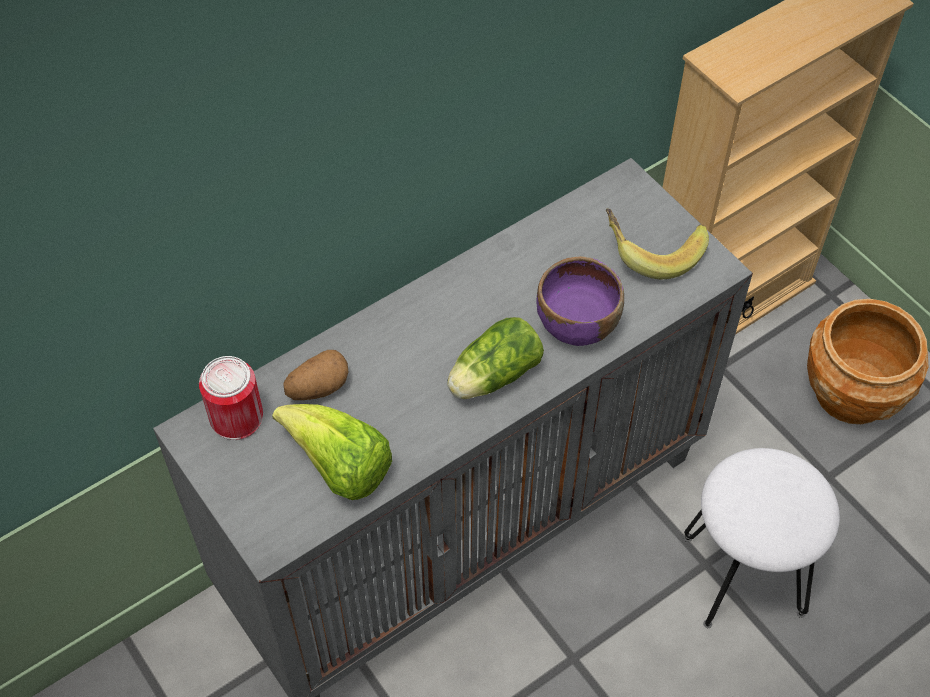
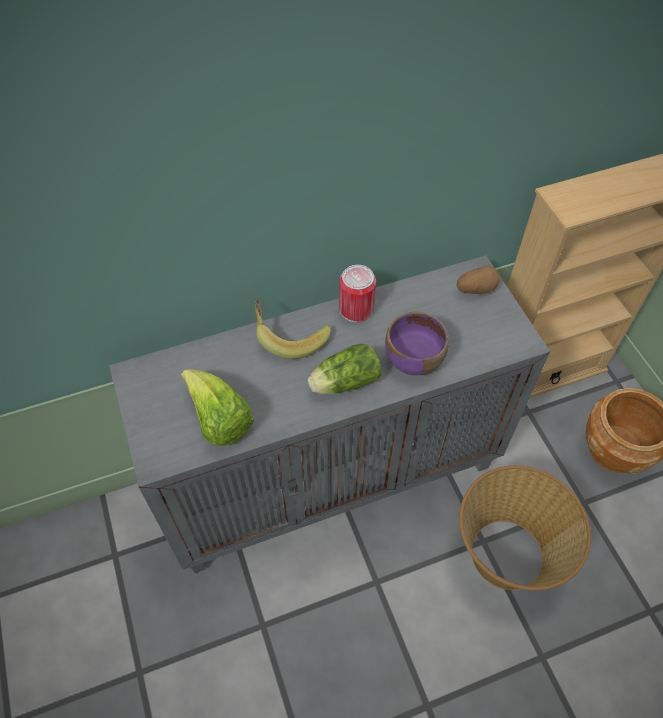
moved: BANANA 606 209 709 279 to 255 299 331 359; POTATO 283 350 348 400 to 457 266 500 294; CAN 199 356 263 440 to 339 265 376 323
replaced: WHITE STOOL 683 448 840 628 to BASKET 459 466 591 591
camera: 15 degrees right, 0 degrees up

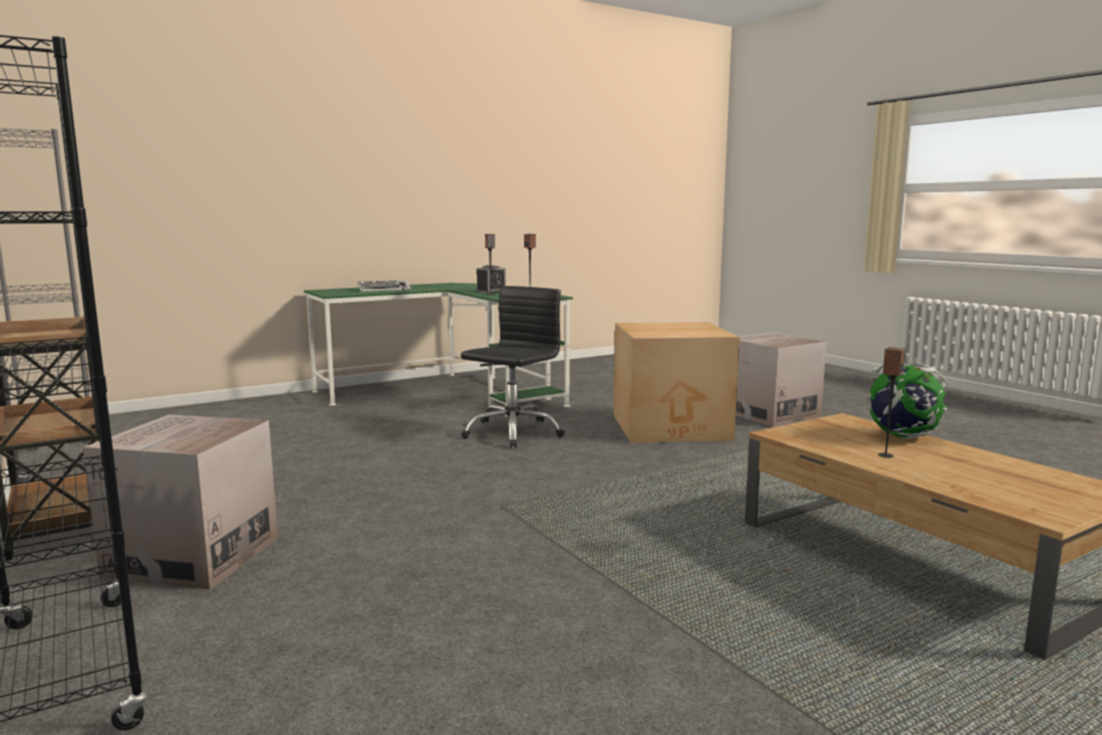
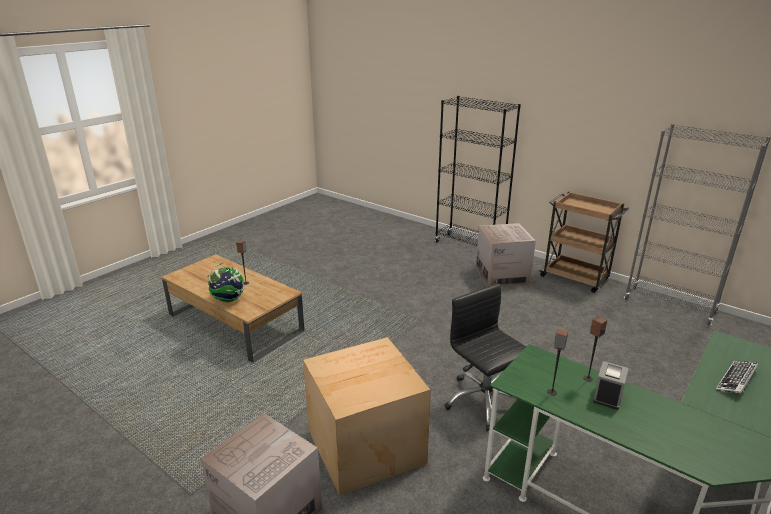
turned: BLACK OFFICE CHAIR 461 286 565 448 = 444 283 526 431 135 degrees clockwise
camera: 160 degrees right, 15 degrees up

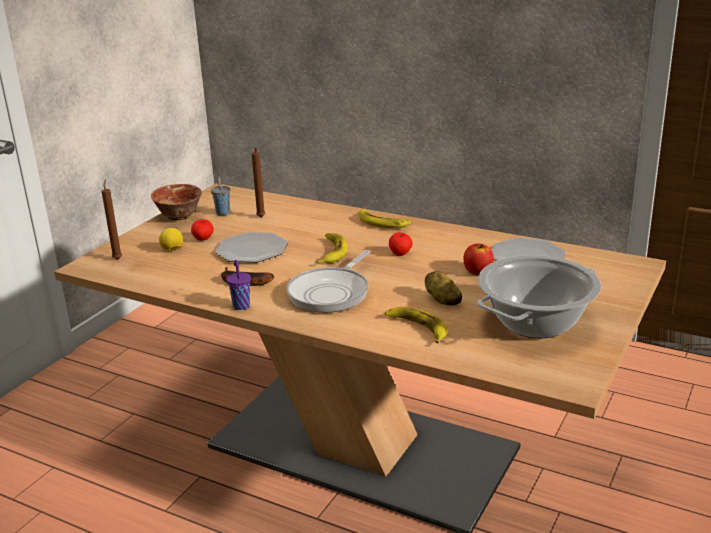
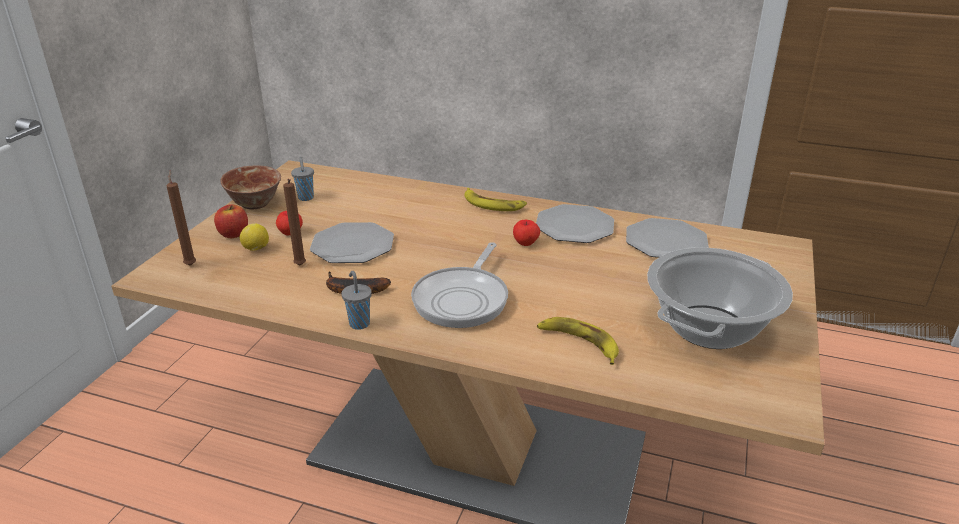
removed: BANANA 317 233 348 263; POTATO 425 271 462 305
added: PLATE 536 204 614 243
moved: BROWN CANDLE 252 148 266 217 to 283 179 306 266; APPLE 463 243 494 275 to 214 204 248 238
recoloured: PURPLE CUP 226 260 251 310 to GREY CUP 341 271 372 330
camera: 10 degrees left, 5 degrees up

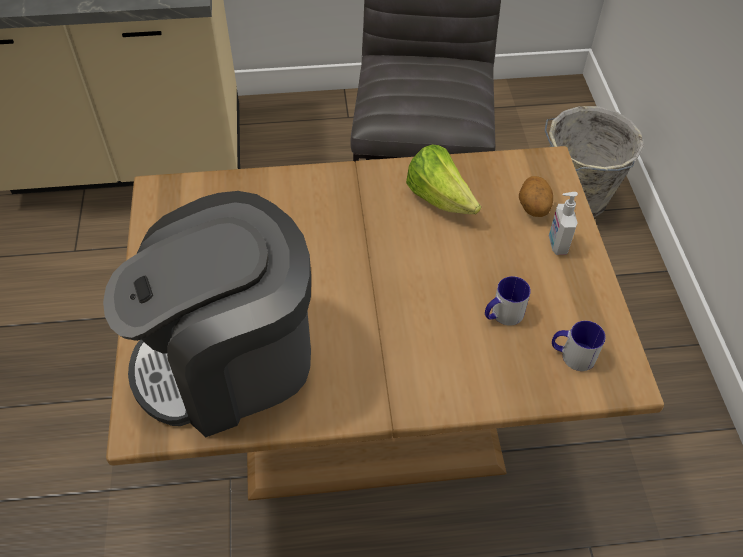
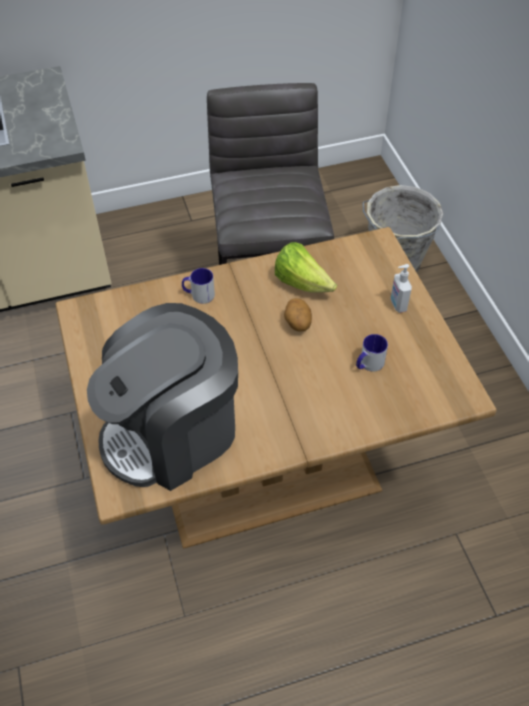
moved: POTATO 519 176 553 217 to 284 298 312 332; MUG 552 321 606 371 to 182 268 215 304
camera: 10 degrees left, 0 degrees up

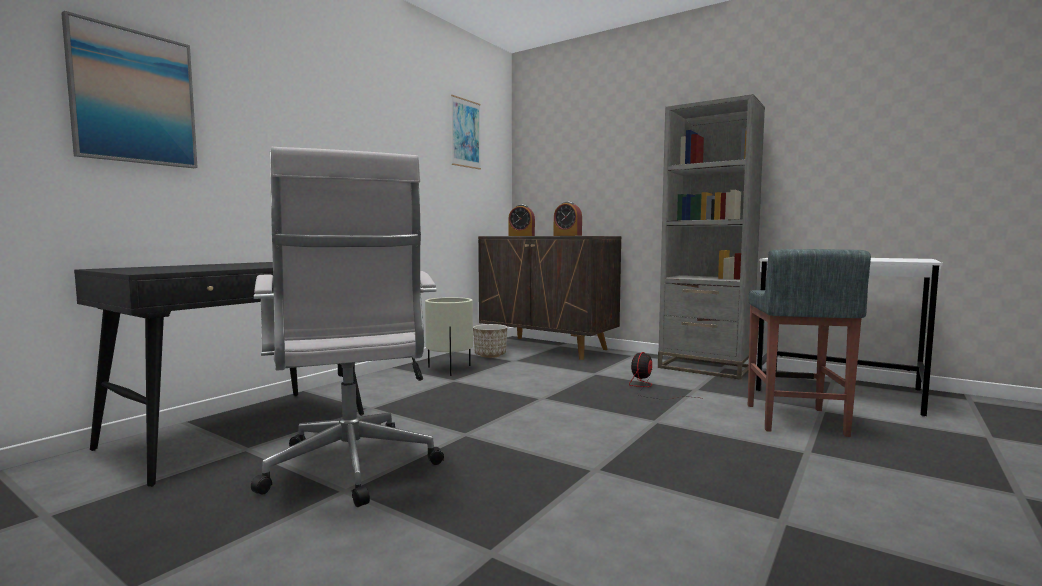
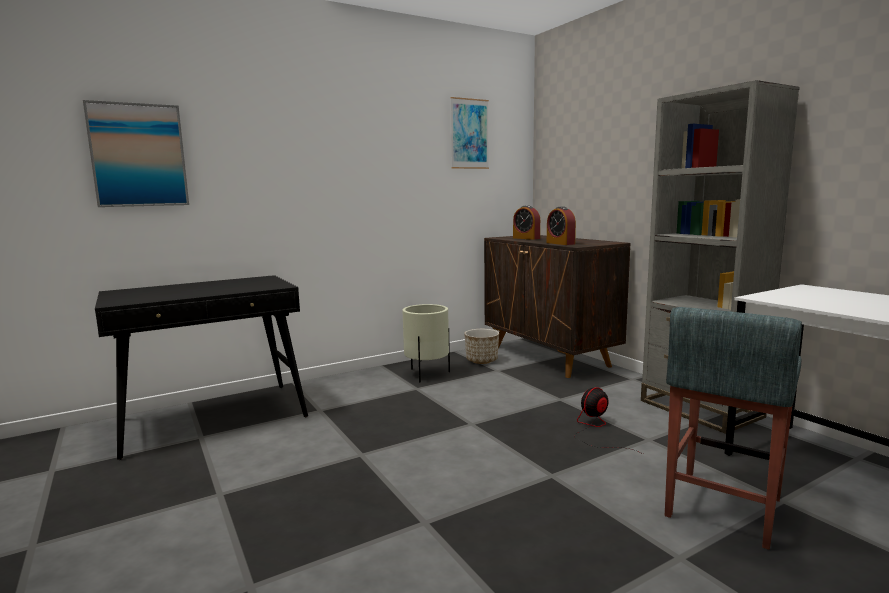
removed: WHITE OFFICE CHAIR 251 147 444 507
camera: 25 degrees right, 5 degrees up

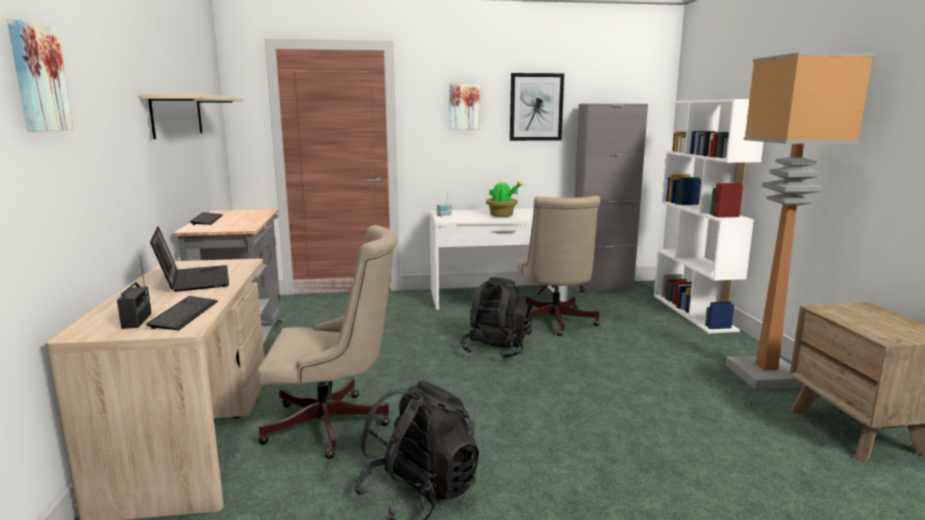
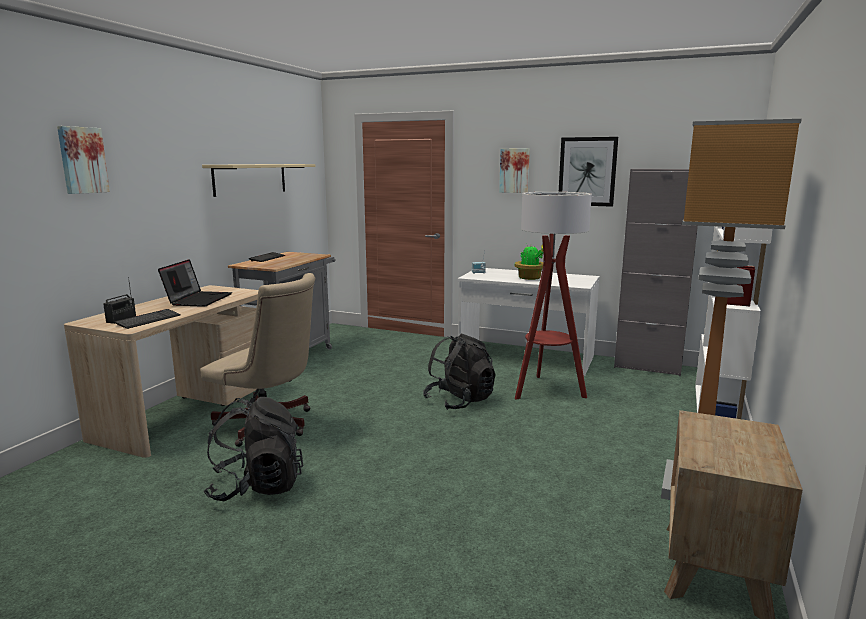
replaced: BEIGE OFFICE CHAIR 517 196 600 336 to FLOOR LAMP 515 192 592 400
camera: 30 degrees right, 0 degrees up

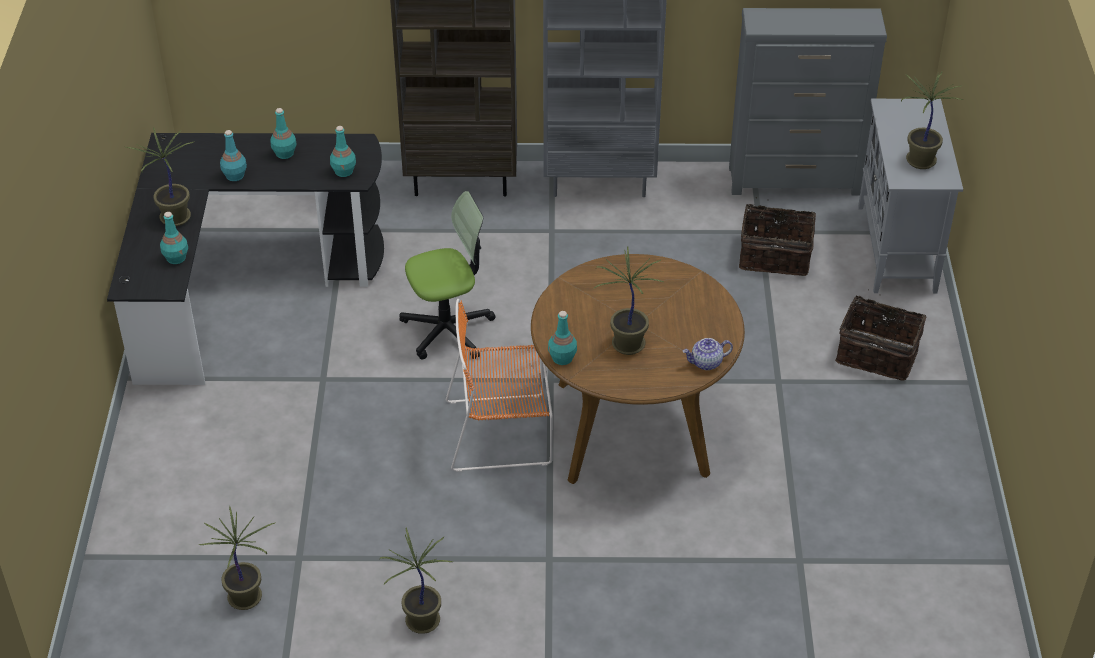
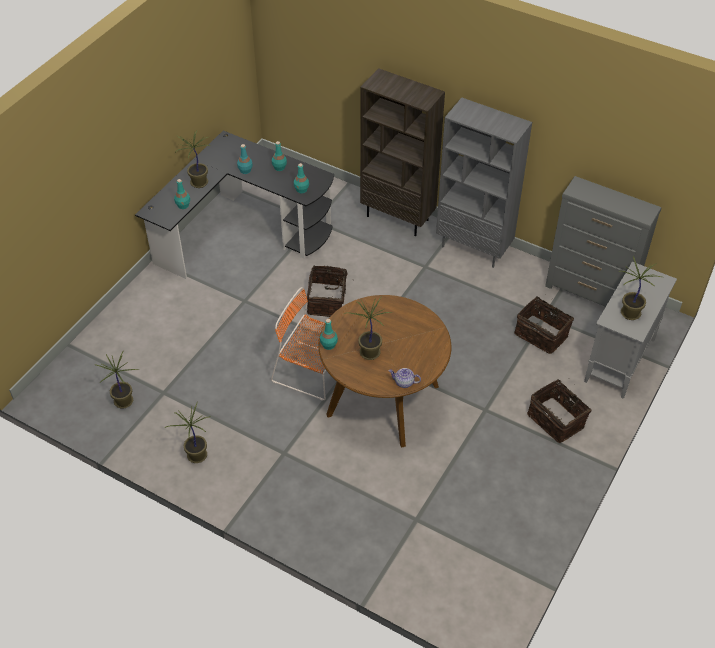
replaced: OFFICE CHAIR 399 191 496 359 to BASKET 307 266 356 317
camera: 30 degrees right, 5 degrees up

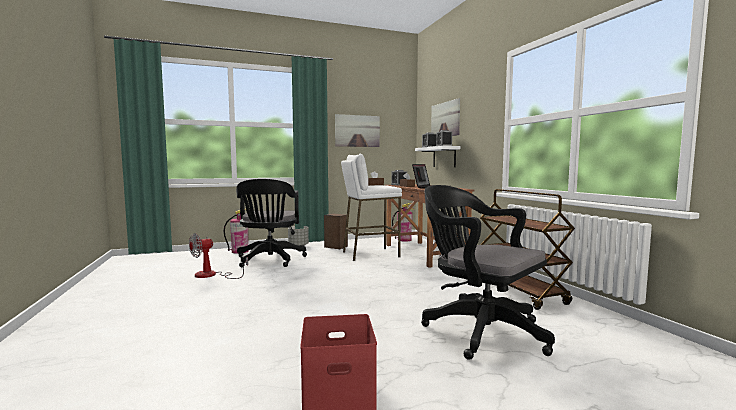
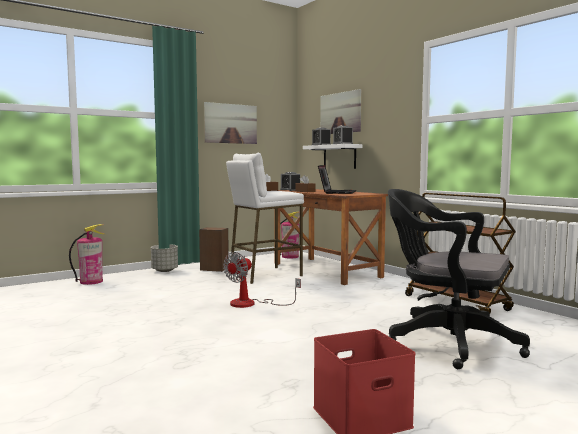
removed: BLACK OFFICE CHAIR 236 179 307 267
moved: FAN 189 233 248 279 to 223 252 301 308
camera: 15 degrees left, 0 degrees up

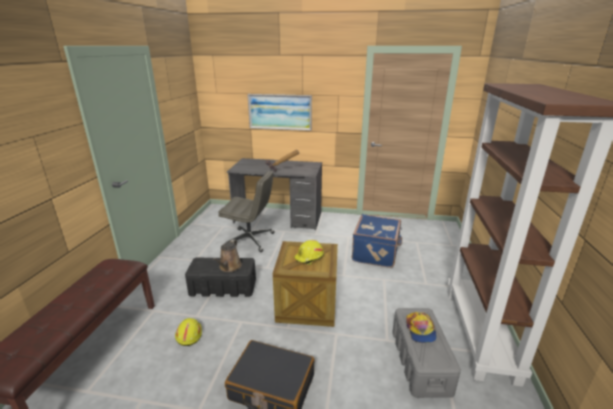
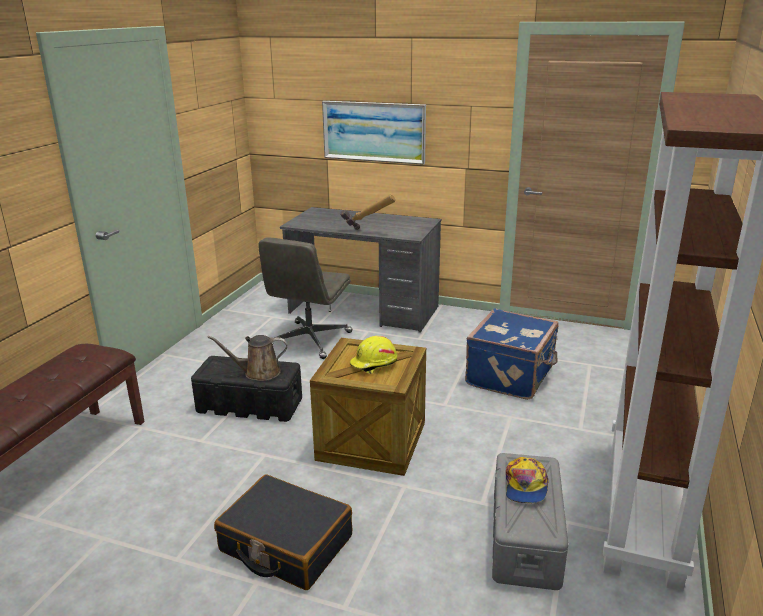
removed: YELLOW HARD HAT 175 318 202 346
turned: GREY OFFICE CHAIR 218 171 274 252 = 258 238 352 359 90 degrees clockwise; BROWN WATERING CAN 213 239 242 272 = 207 335 287 381 60 degrees clockwise
camera: 10 degrees right, 0 degrees up

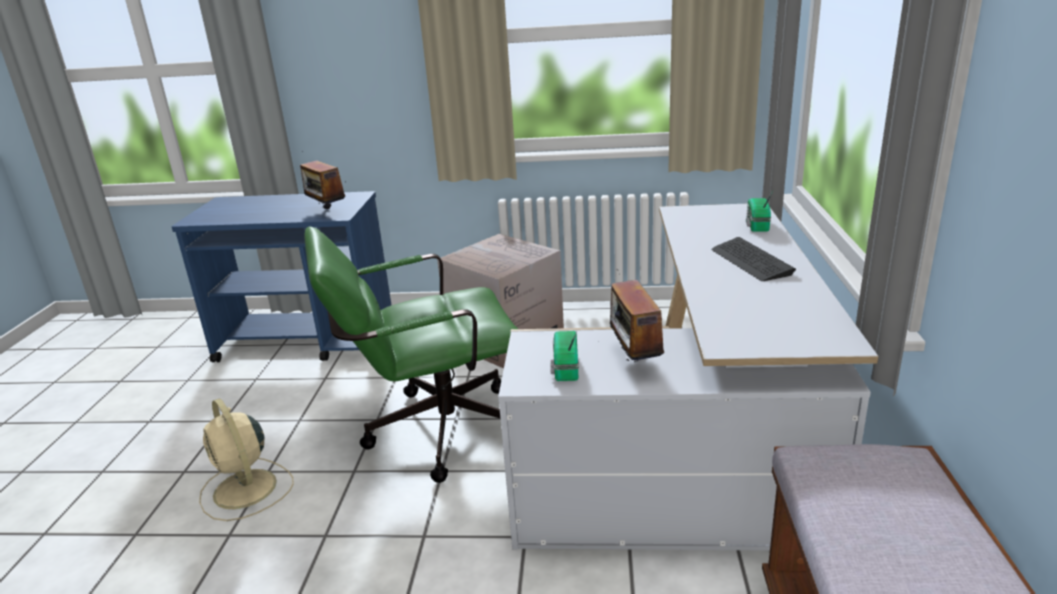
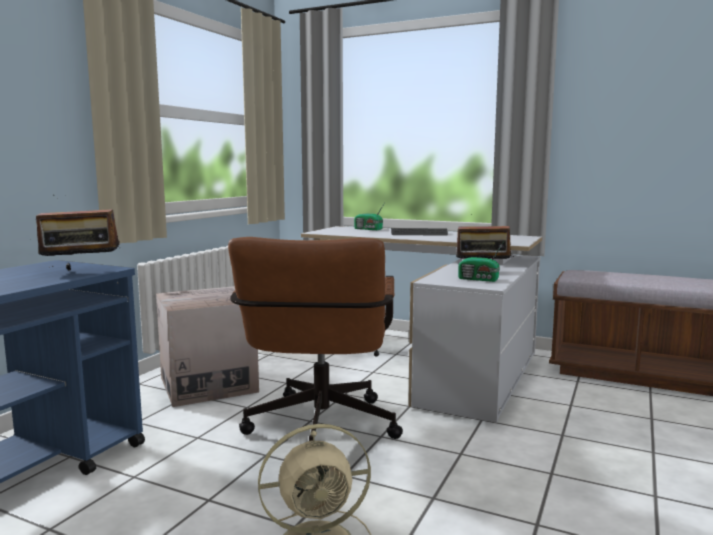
recoloured: GREEN OFFICE CHAIR 304 227 518 483 to BROWN OFFICE CHAIR 228 237 403 441
camera: 70 degrees left, 15 degrees down

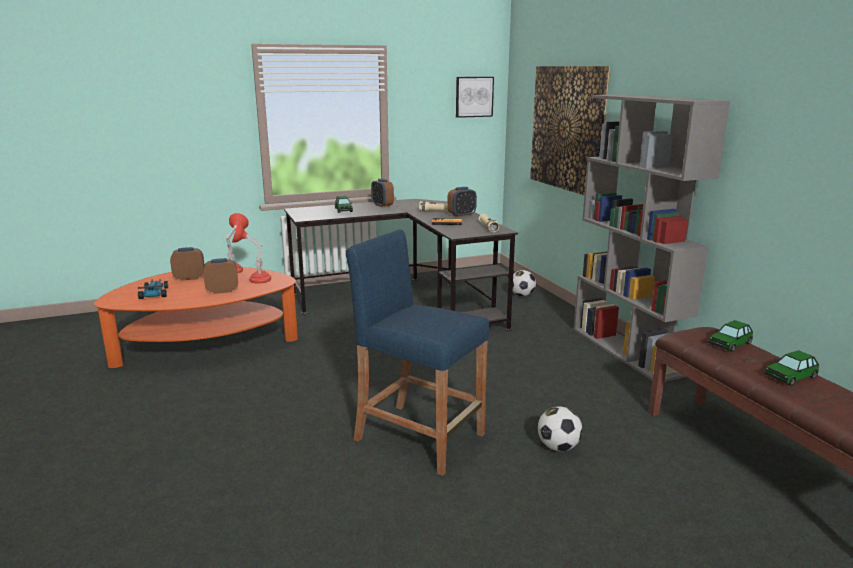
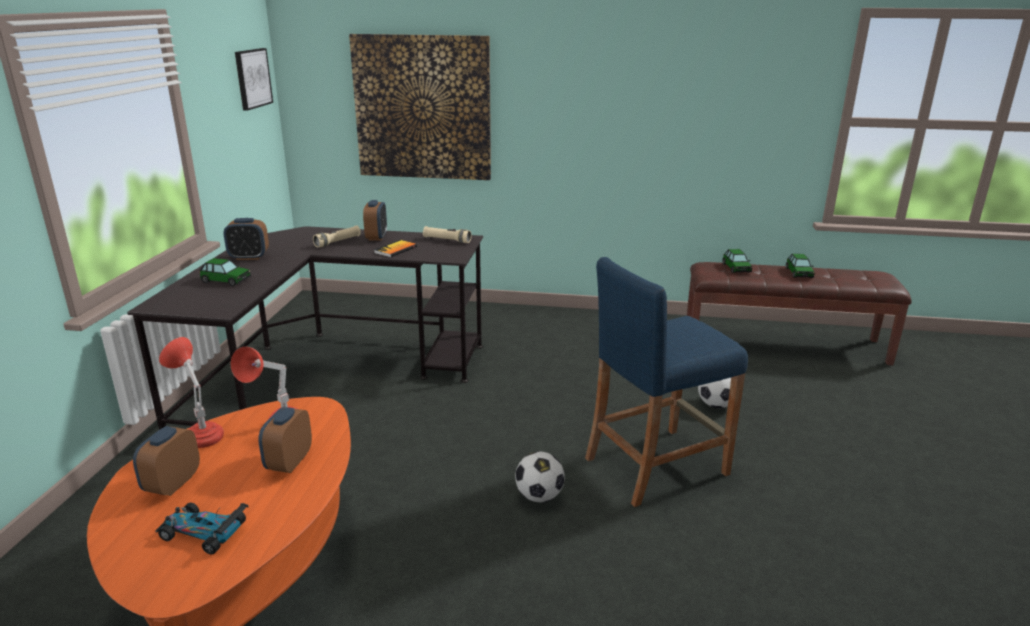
removed: GREY BOOKCASE 573 94 730 382
moved: FOOTBALL 513 270 536 296 to 515 451 565 503
camera: 60 degrees left, 5 degrees up

